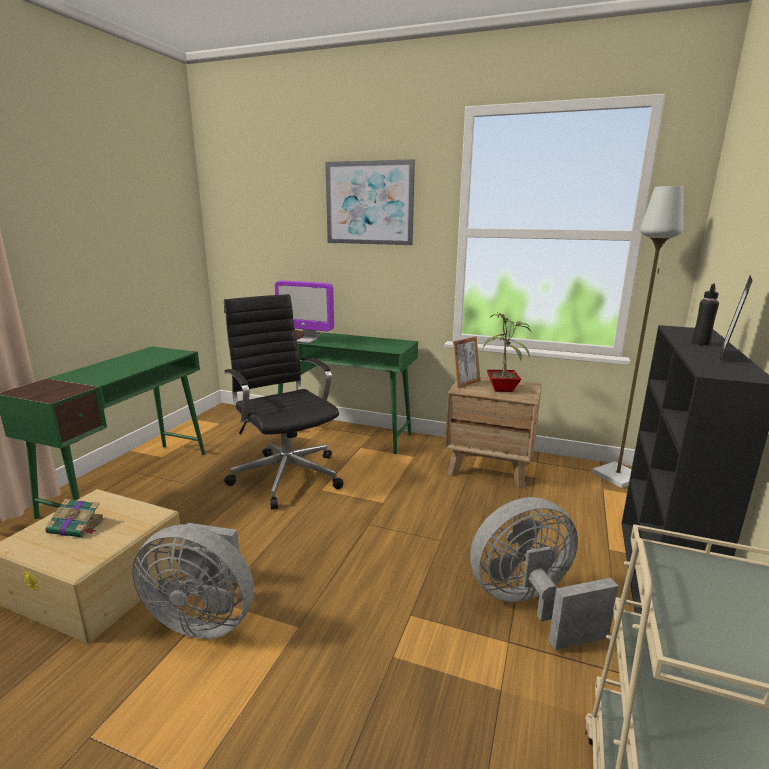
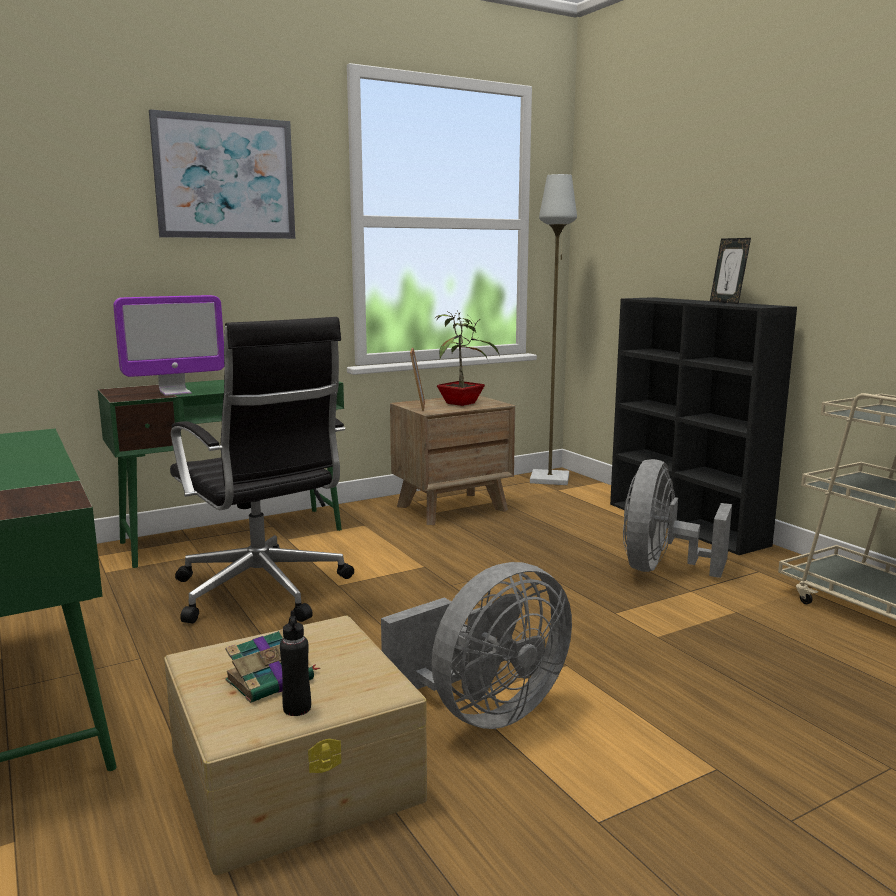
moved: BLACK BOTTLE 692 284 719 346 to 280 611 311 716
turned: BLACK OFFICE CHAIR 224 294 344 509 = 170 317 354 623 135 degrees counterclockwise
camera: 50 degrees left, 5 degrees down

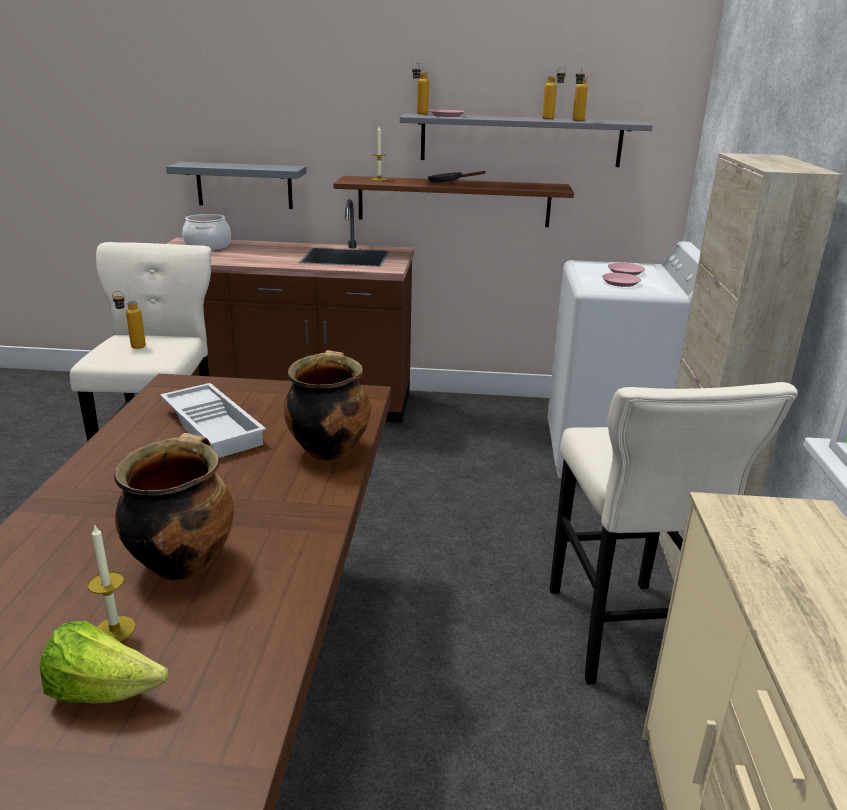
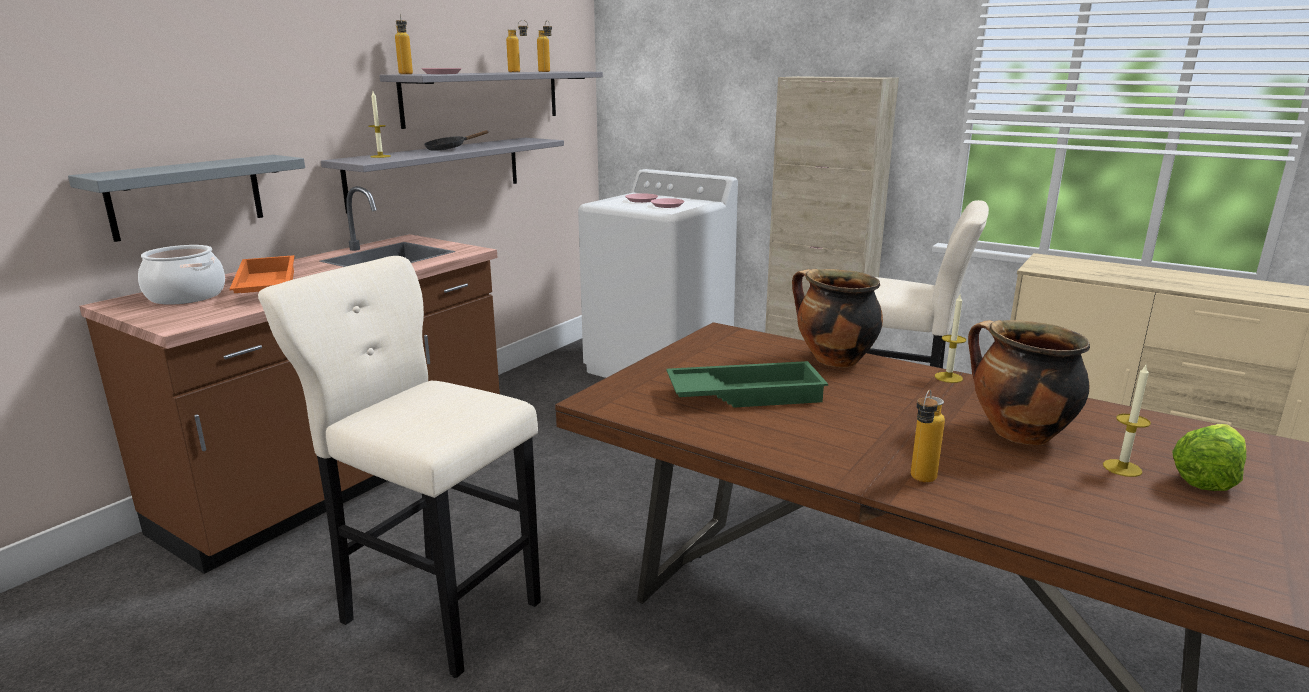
added: ORANGE TRAY 230 255 295 293; CANDLE 935 295 966 383
moved: BOTTLE 112 291 146 349 to 911 390 945 482
recoloured: BROWN SHELF 333 176 574 227 to GREY SHELF 321 137 564 213; WHITE TRAY 160 383 266 458 to GREEN TRAY 666 361 828 408
camera: 60 degrees left, 5 degrees down

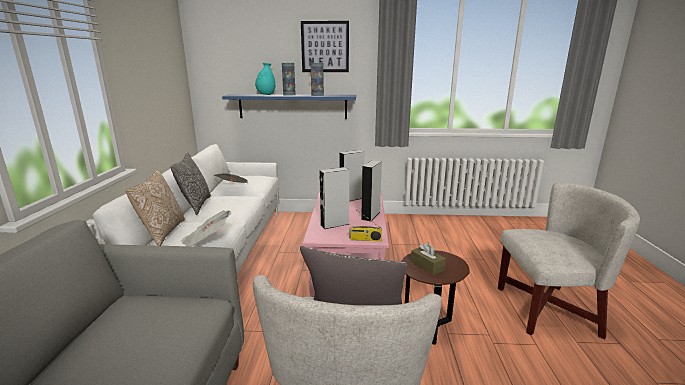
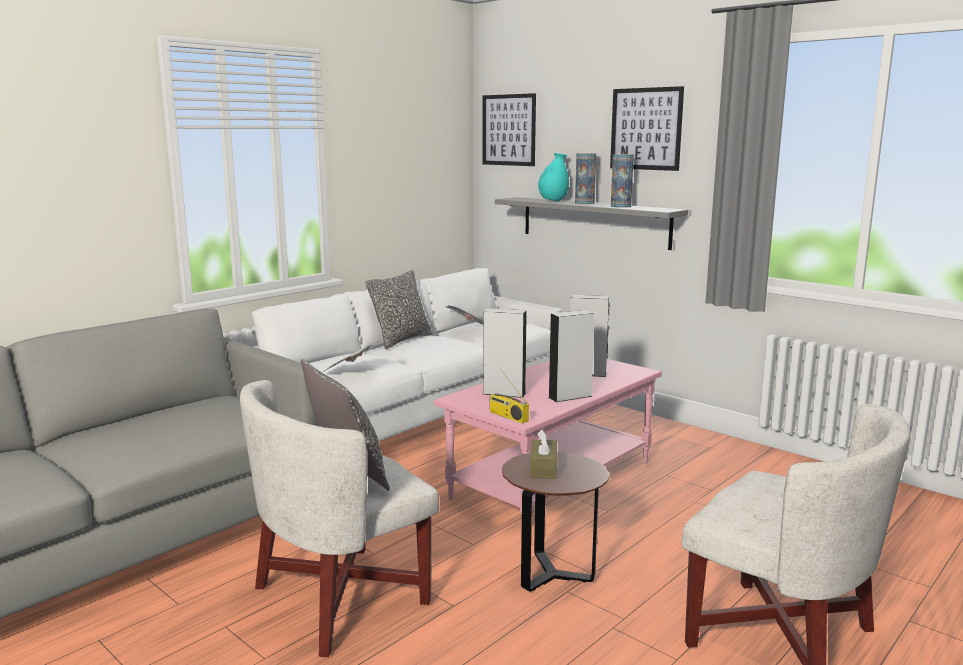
removed: PILLOW 125 170 185 246
added: PICTURE 483 93 536 166
recoloured: BLUE SHELF 222 94 356 119 to GREY SHELF 495 197 688 250
camera: 40 degrees right, 5 degrees down

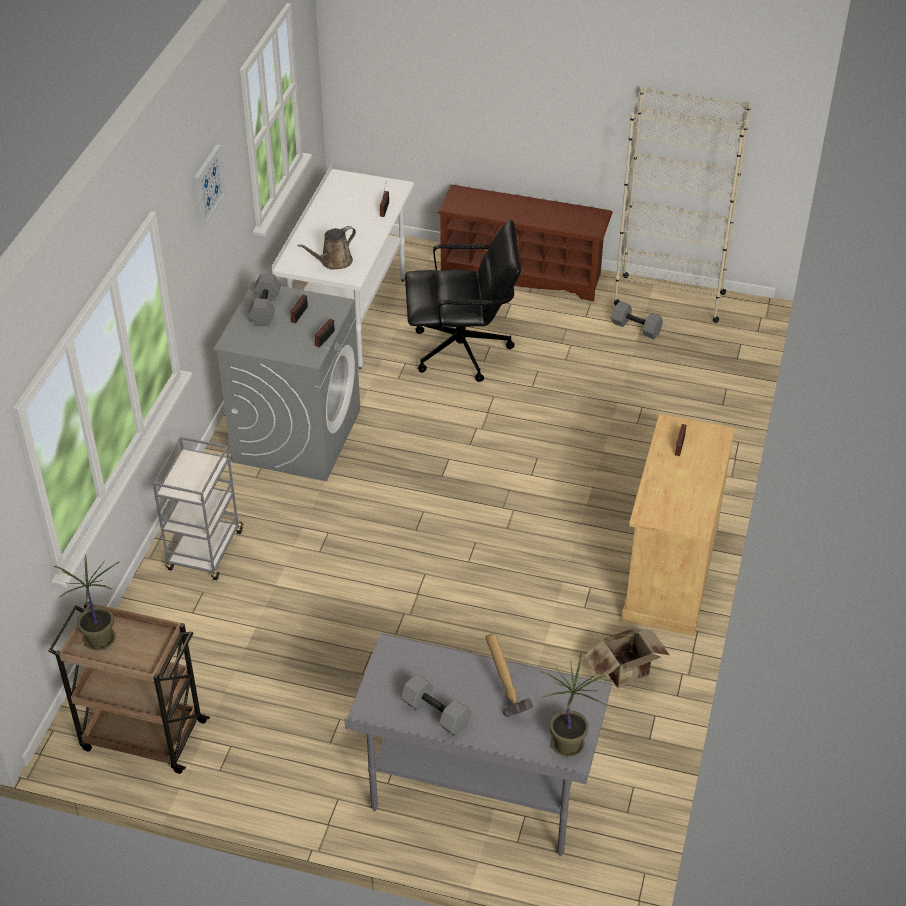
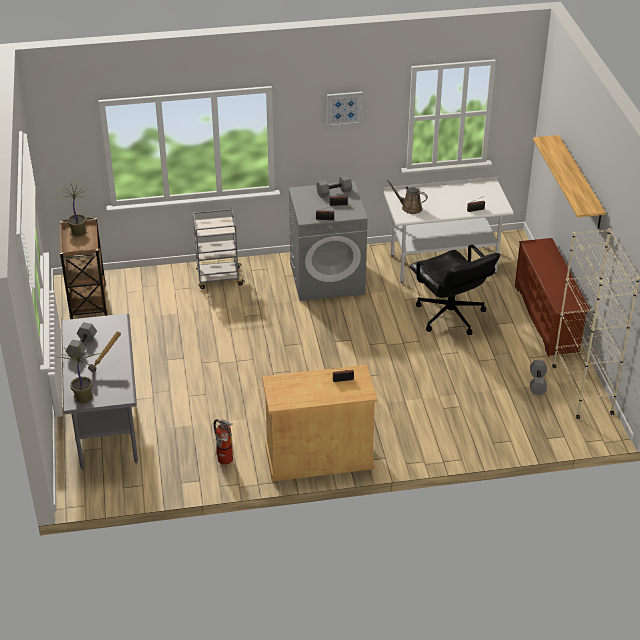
added: SHELF 533 135 606 229
replaced: CARDBOARD BOX 584 628 669 688 to FIRE EXTINGUISHER 214 419 233 465
camera: 65 degrees right, 5 degrees down

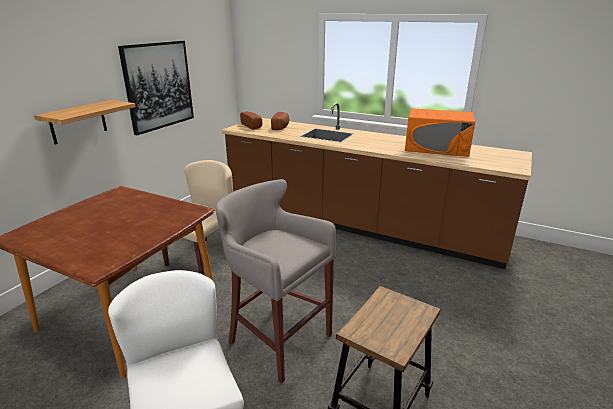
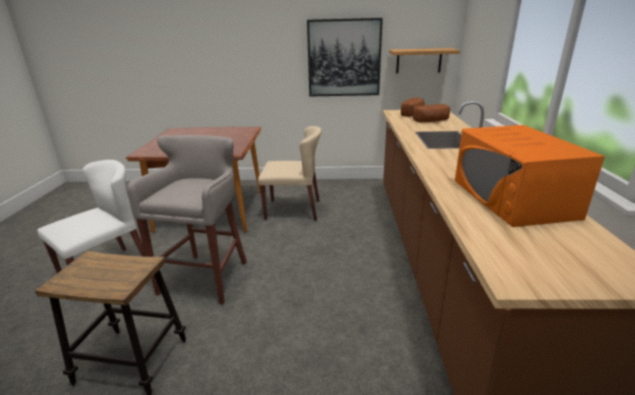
moved: SHELF 34 100 135 145 to 389 48 460 73
camera: 65 degrees right, 0 degrees up

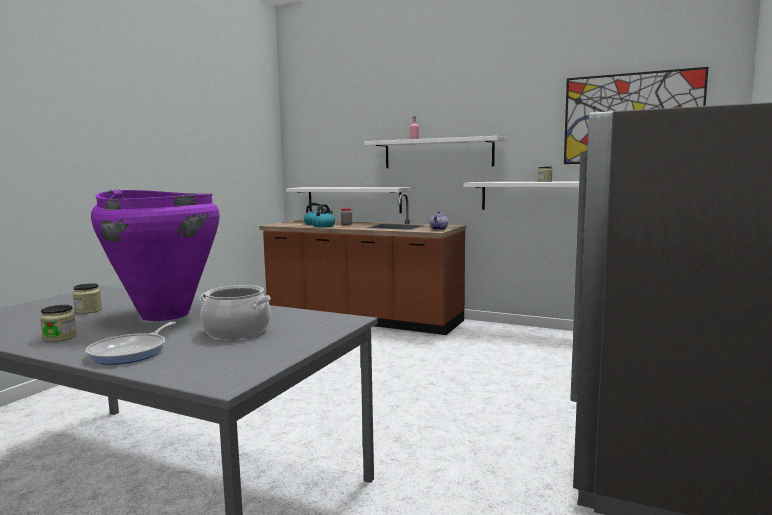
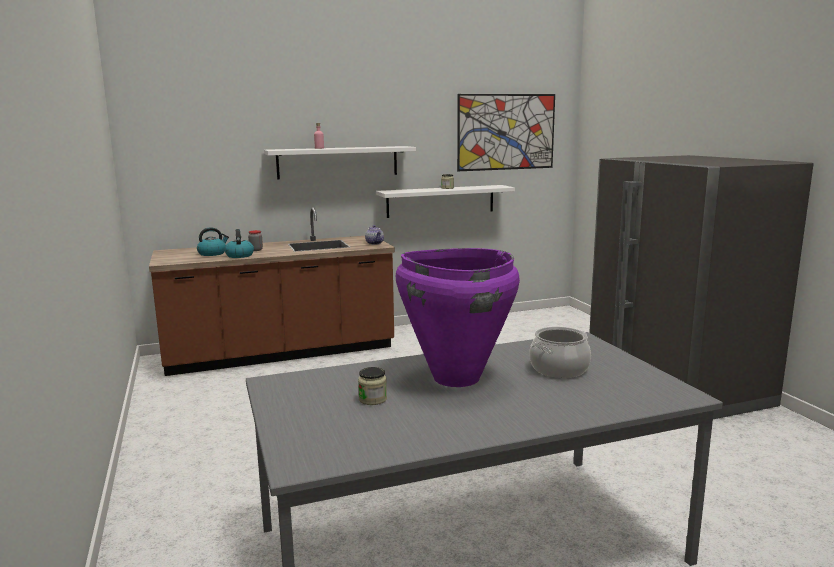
removed: WHITE SHELF 286 187 410 213; JAR 40 305 77 342; FRYING PAN 85 322 176 365
camera: 45 degrees left, 5 degrees up

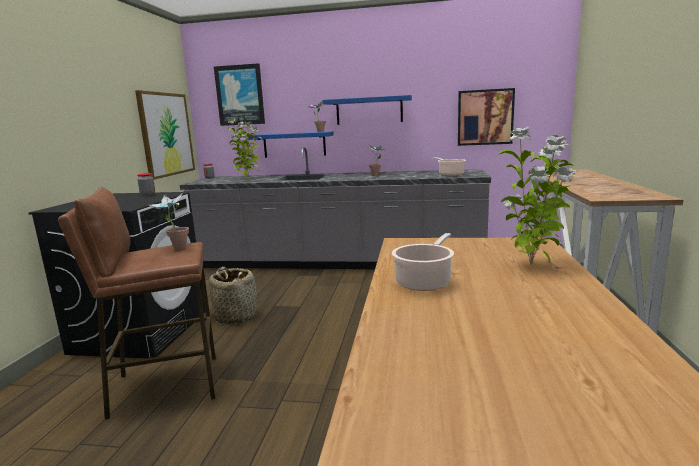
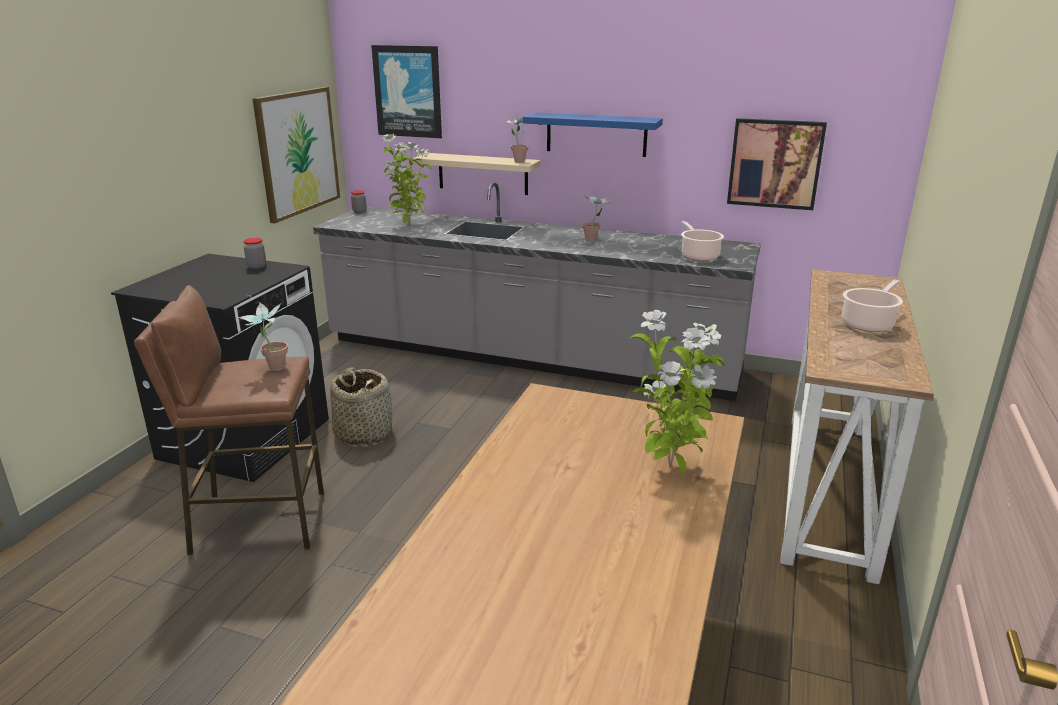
moved: COOKING POT 392 233 454 291 to 842 280 903 332
recoloured: BLUE SHELF 247 131 334 158 to BEIGE SHELF 412 153 541 195
camera: 10 degrees right, 10 degrees up

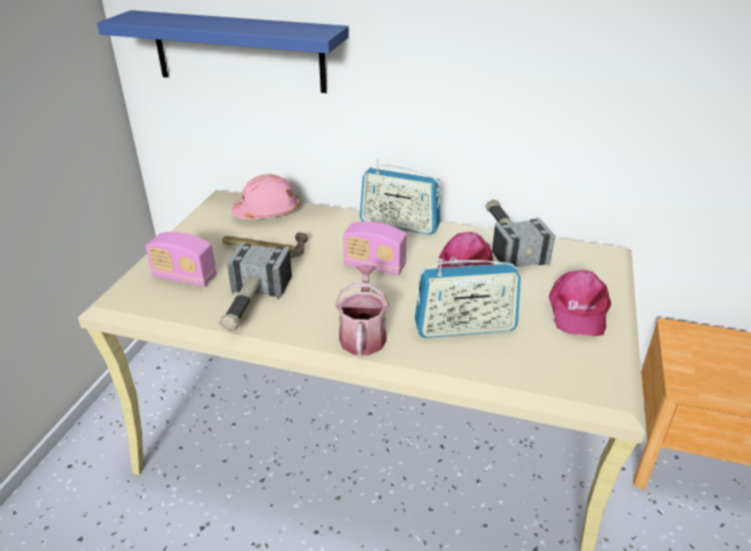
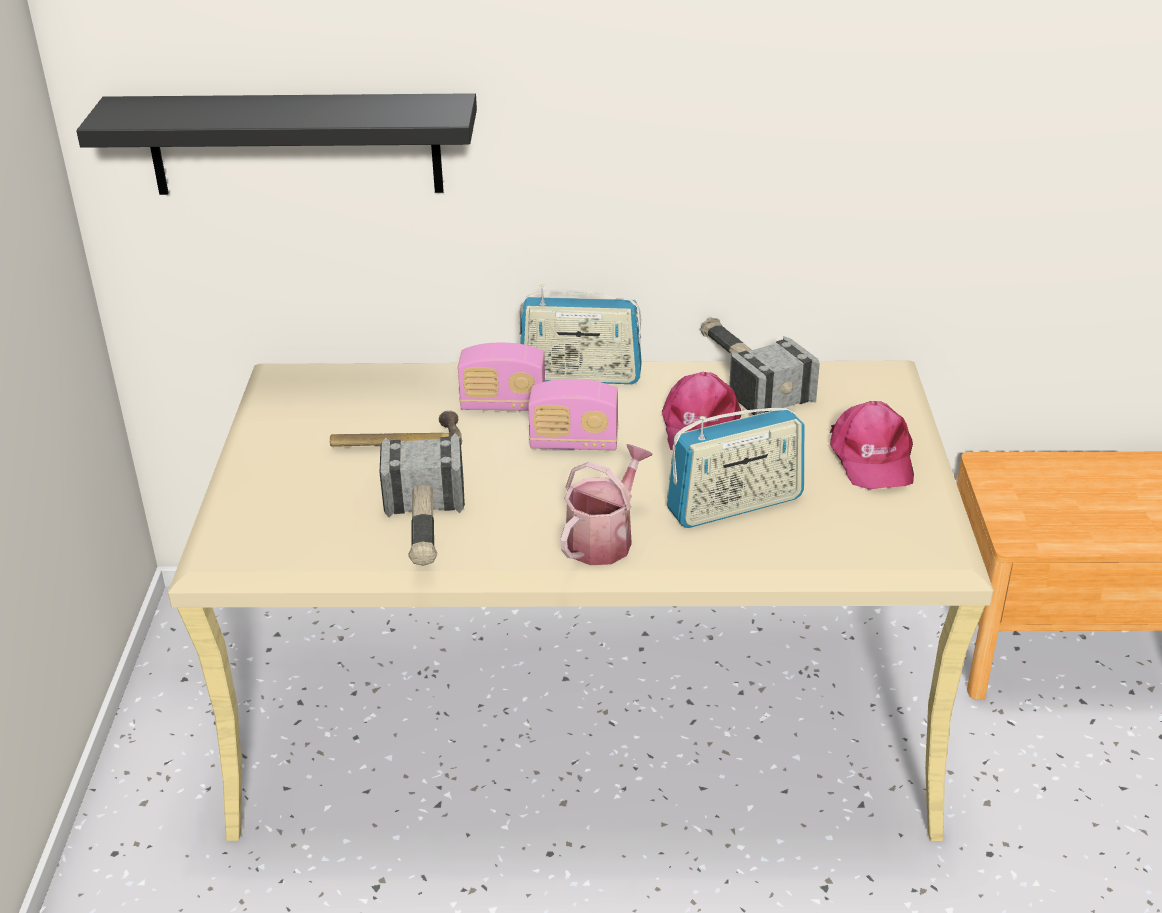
removed: PINK HARD HAT 231 174 300 219
moved: RADIO 145 232 216 287 to 458 343 545 411
recoloured: BLUE SHELF 97 10 348 93 to BLACK SHELF 76 93 477 195
turned: WATERING CAN 335 265 390 355 = 560 444 652 565 45 degrees clockwise
camera: 15 degrees left, 0 degrees up

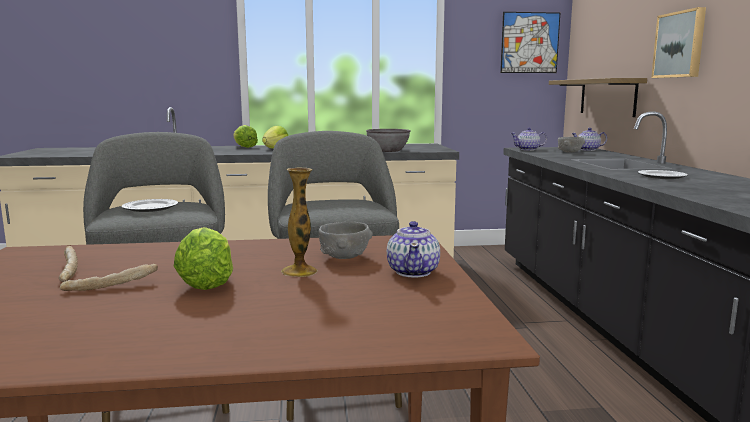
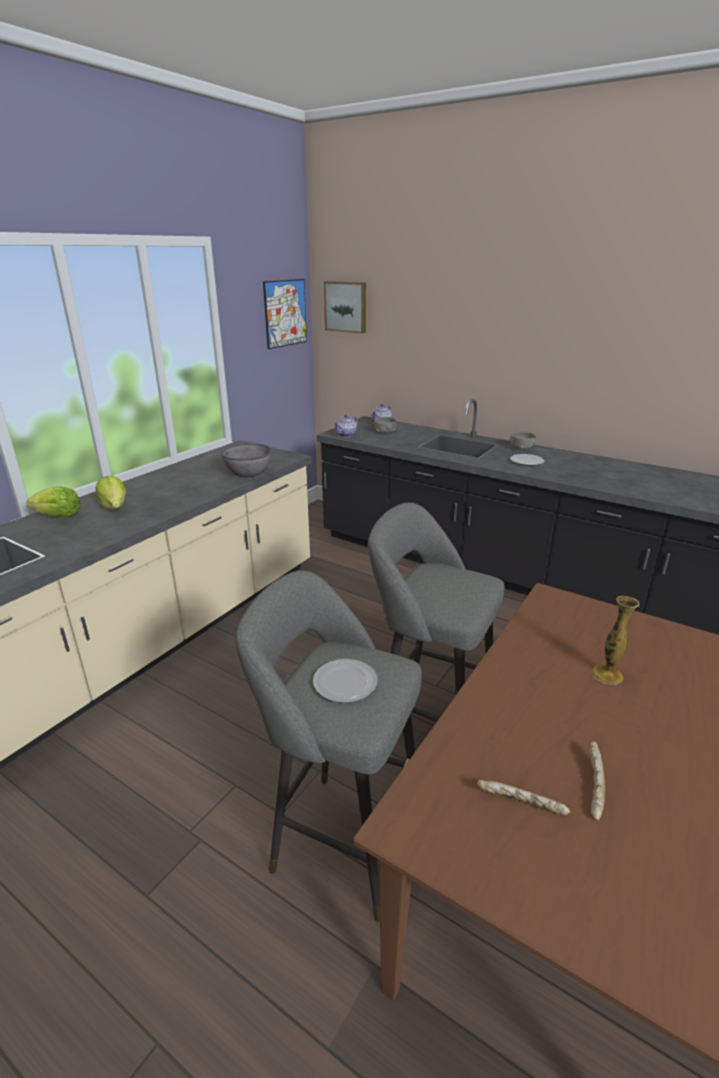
removed: SHELF 549 78 647 117; TEAPOT 387 221 440 277; LETTUCE 174 227 233 290
moved: PICTURE 651 7 706 78 to 324 281 366 333; GREY BOWL 319 222 372 259 to 509 431 536 450
camera: 50 degrees left, 15 degrees up

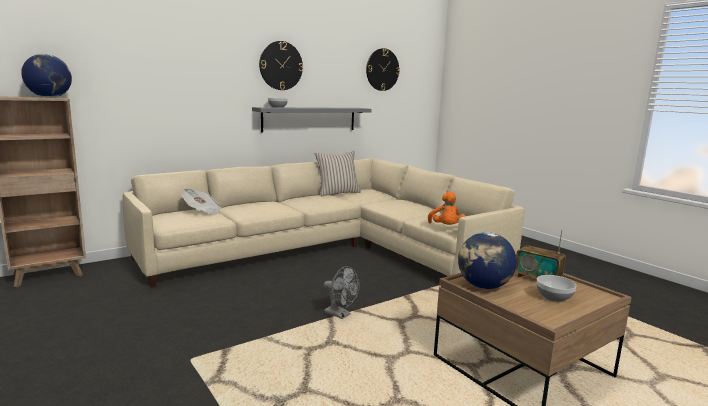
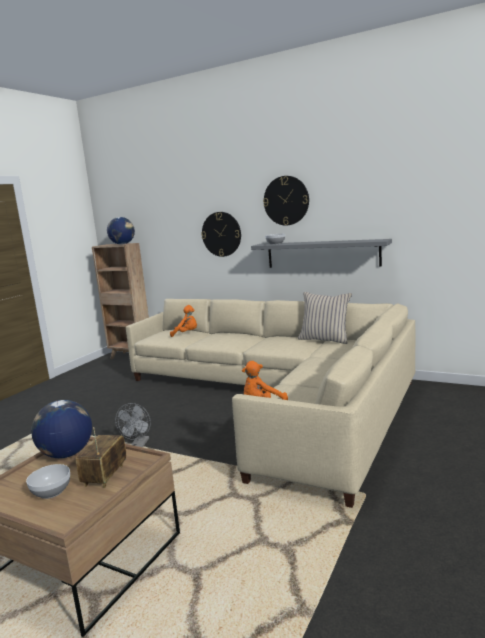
moved: WALL CLOCK 366 48 400 91 to 201 212 241 257
replaced: NEWSPAPER 181 188 222 215 to ORANGE PLUSH TOY 170 305 197 337
camera: 65 degrees right, 0 degrees up

